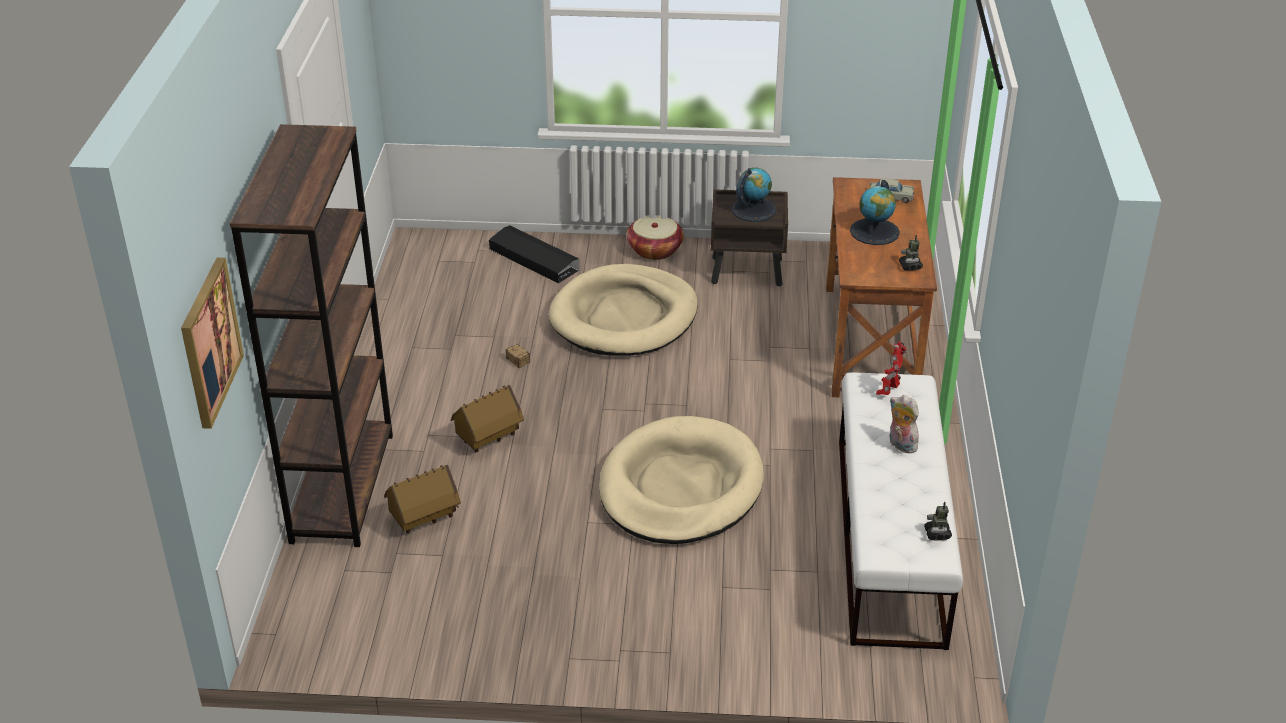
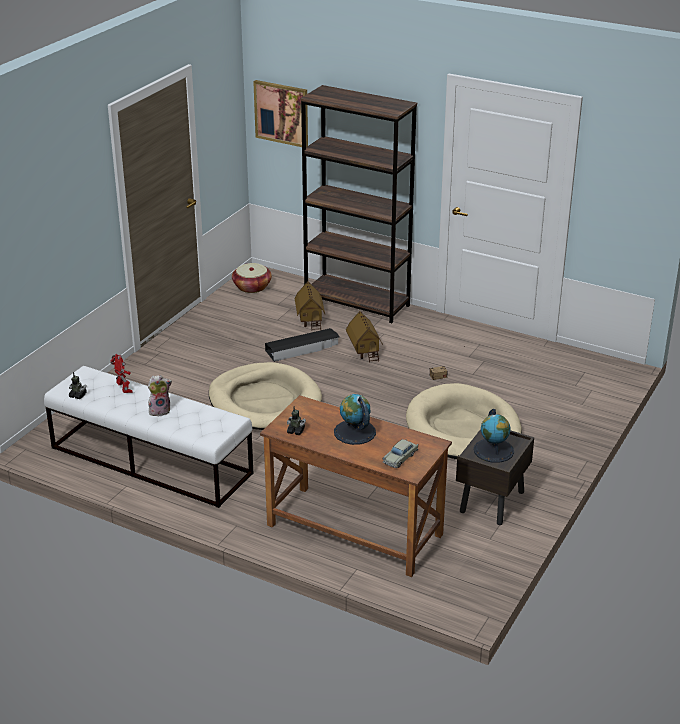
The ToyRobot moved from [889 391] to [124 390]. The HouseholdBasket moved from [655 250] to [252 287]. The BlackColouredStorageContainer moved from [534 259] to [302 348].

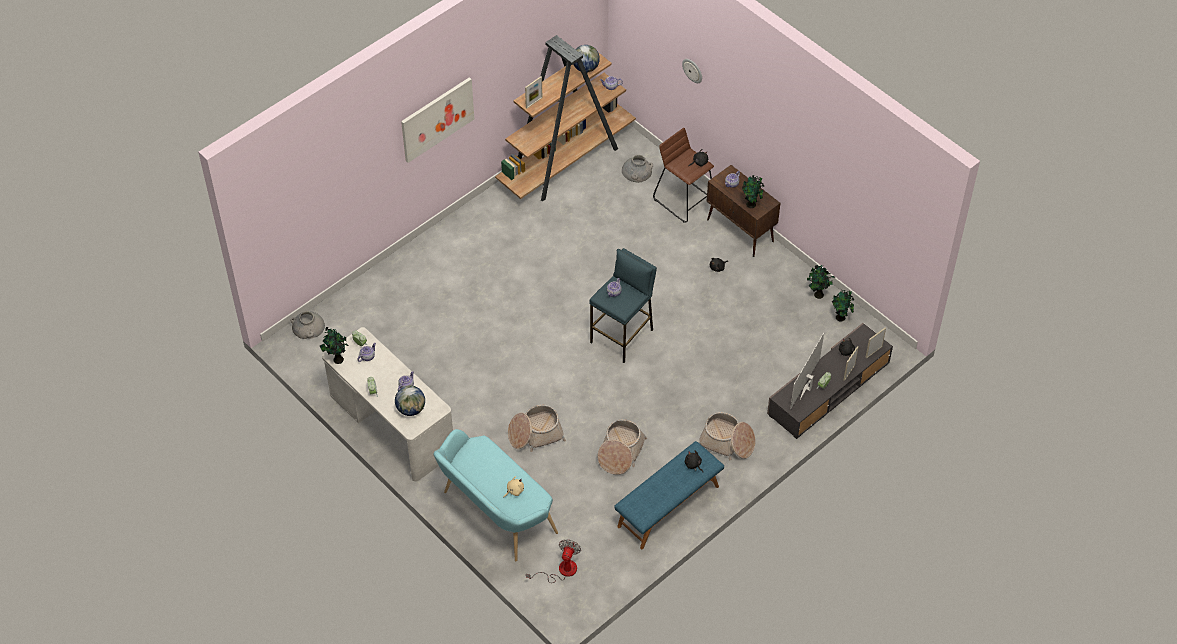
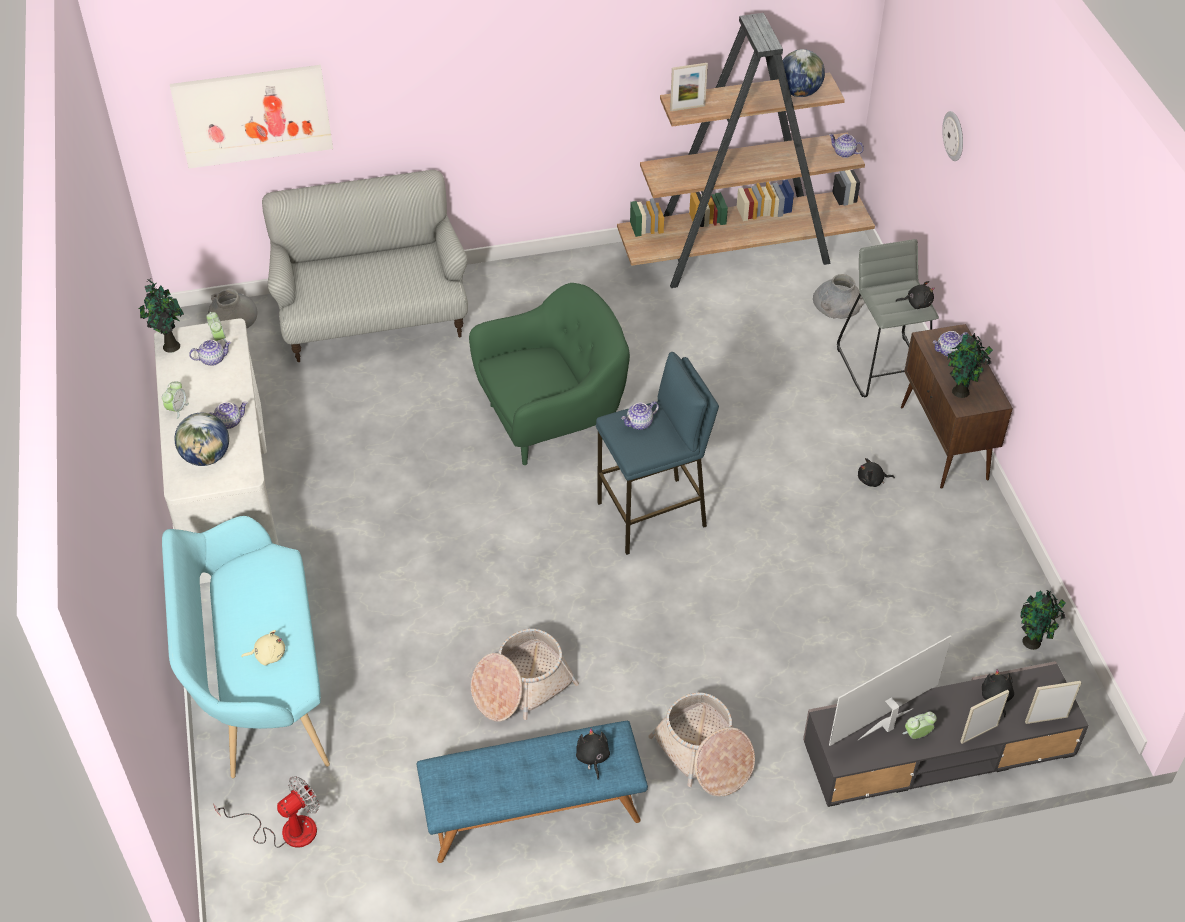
The WallPicture moved from [437 119] to [253 115]. The Sofa at [373 318] appeared. The GreenColouredLoungeChair at [552 420] appeared. The BrownSittingStool at [684 199] became the GraySittingStool at [884 366]. The HouseholdBasket at [535 434] disappeared. The PottedPlant at [818 295] disappeared.

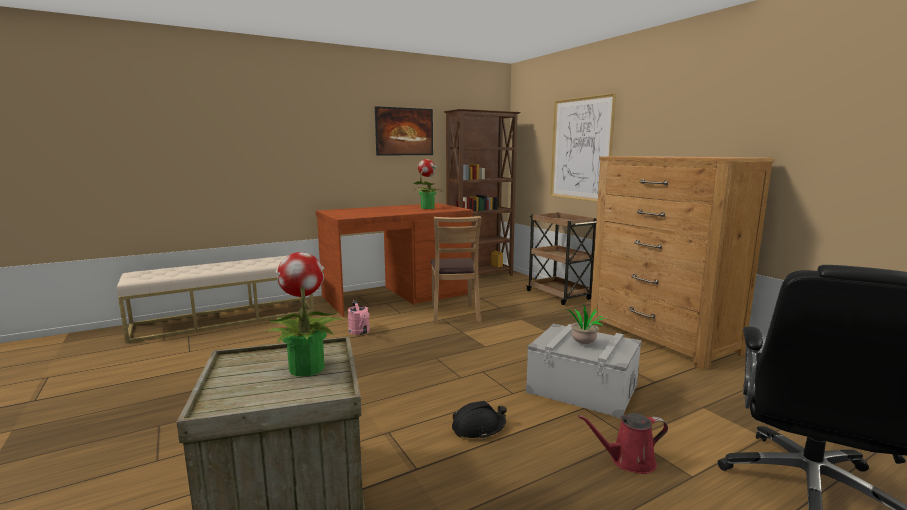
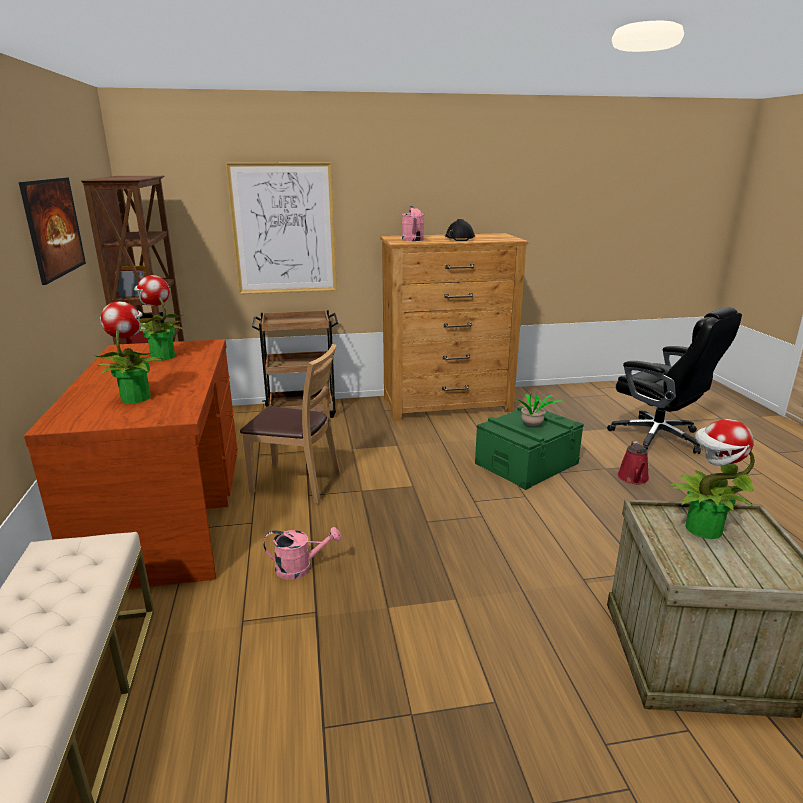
The PottedPlant at [135 397] appeared. The PinkColouredWateringCan at [413 240] appeared. The BlackColouredHardHat moved from [478 428] to [459 239]. The GrayStorageContainer at [582 388] became the GreenColouredStorageContainer at [526 463].

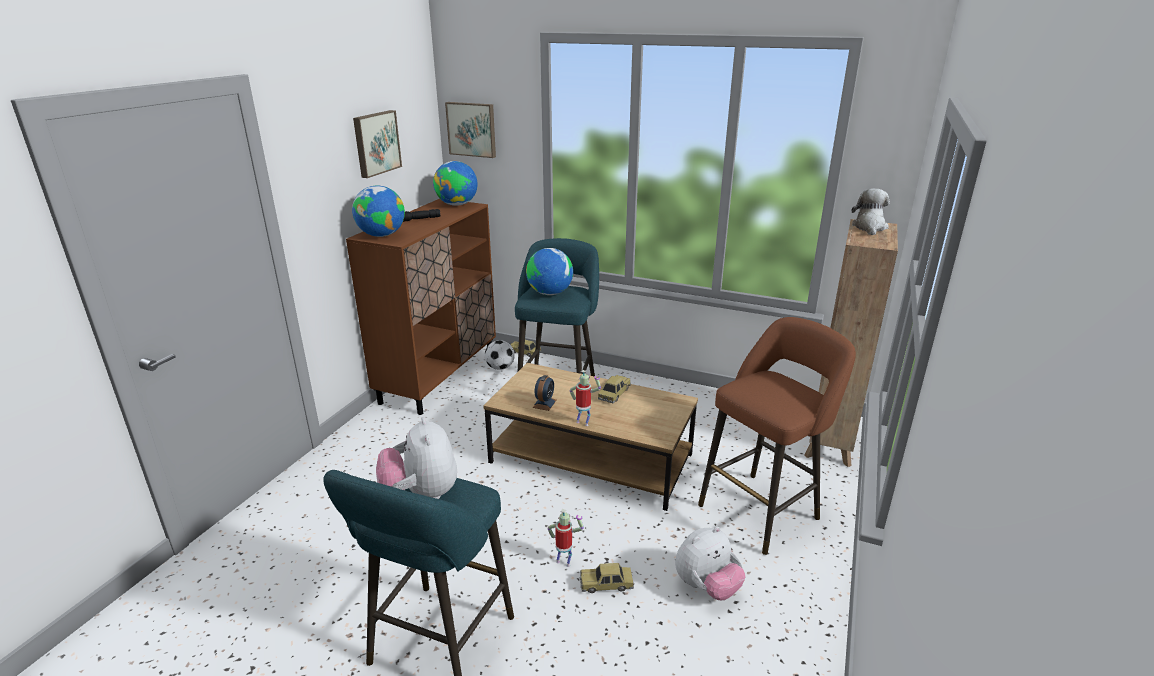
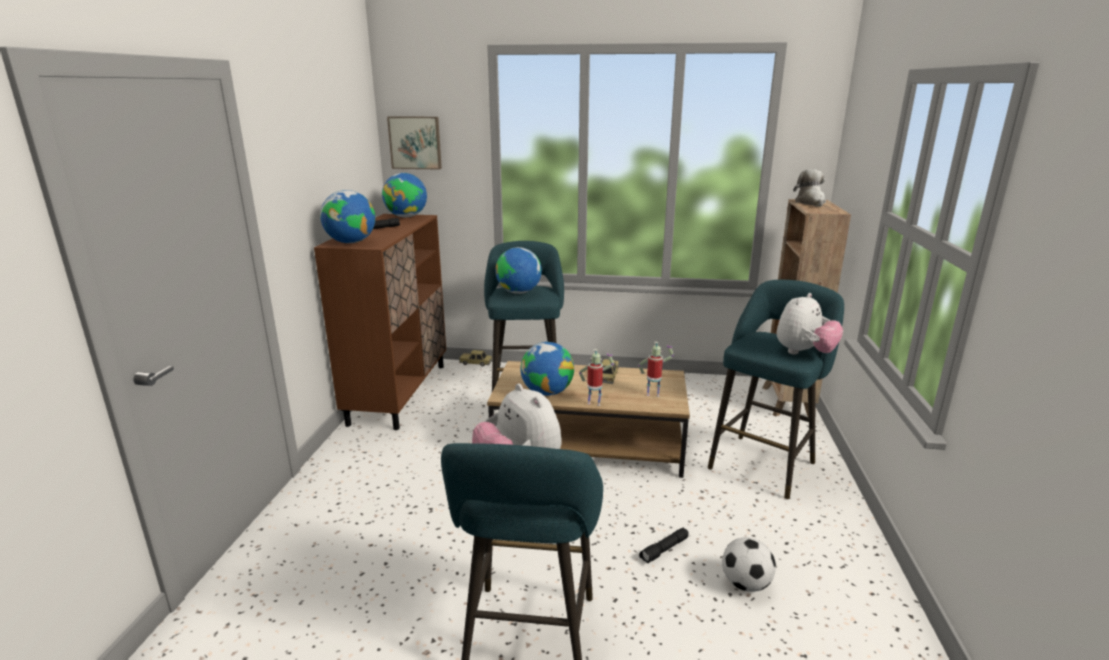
The TableClock at [544 403] was replaced by the Globe at [547 392]. The ToyRobot moved from [564 562] to [653 394]. The ToyCar at [606 584] was replaced by the BlackColouredTorch at [664 550]. The BrownSittingStool at [763 509] became the BlueGreenSittingStool at [764 462]. The FootballBall moved from [500 368] to [746 584]. The CuddlyToy moved from [706 587] to [804 353]. The WallPicture at [376 143] disappeared.

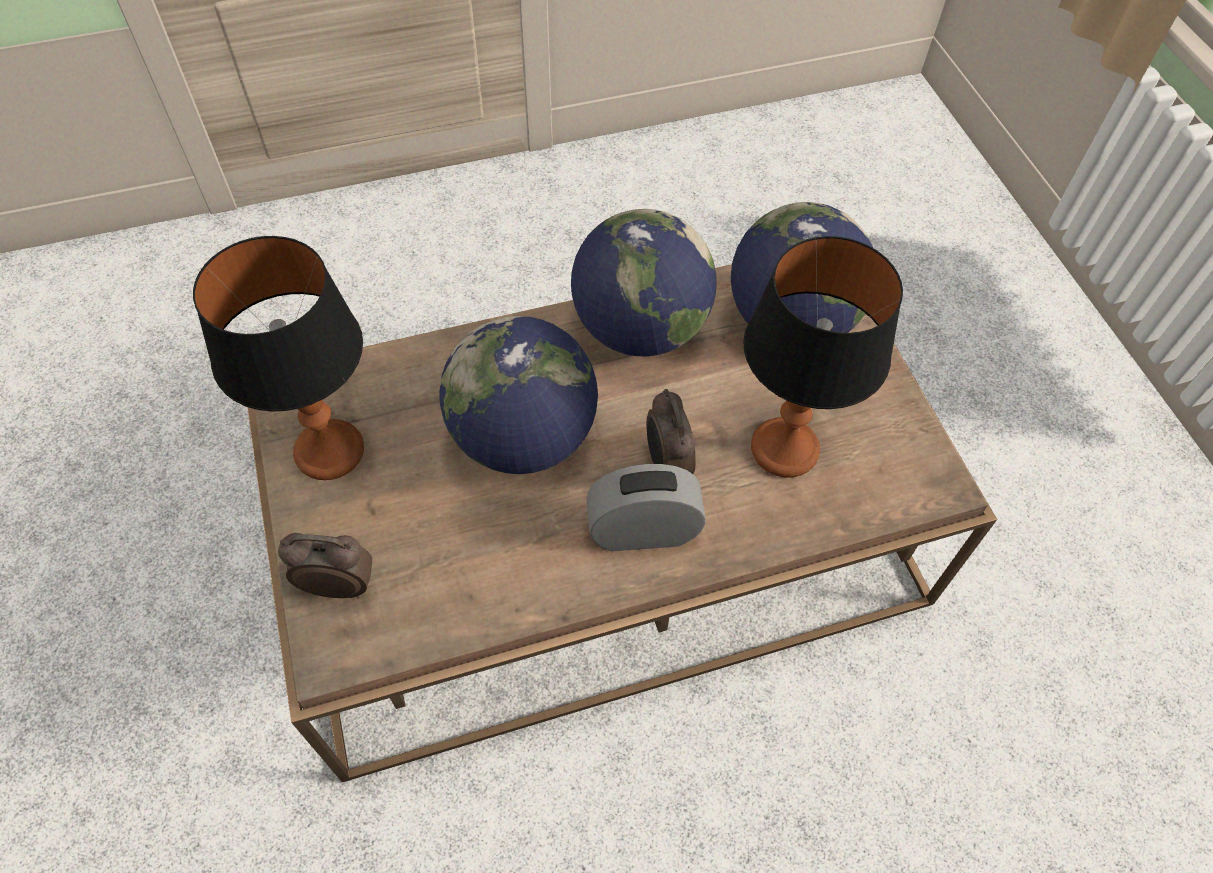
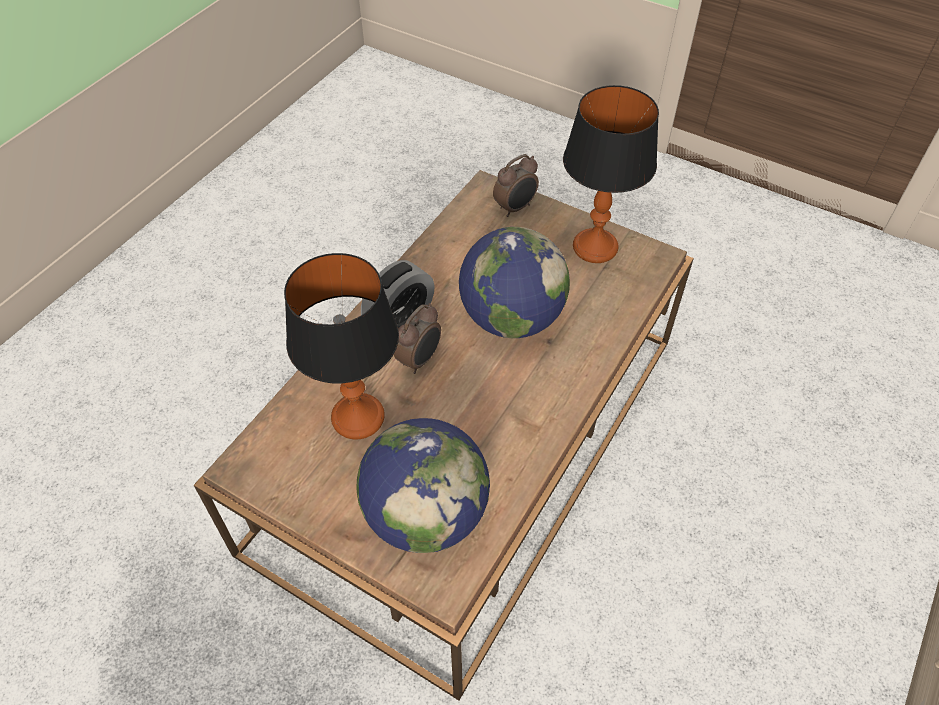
The TableClock at [666 464] turned 90 degrees clockwise. The Globe at [639 329] disappeared.

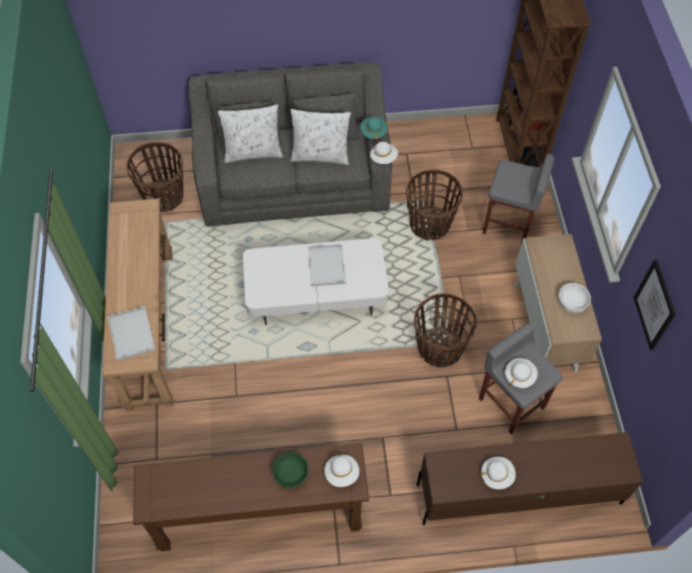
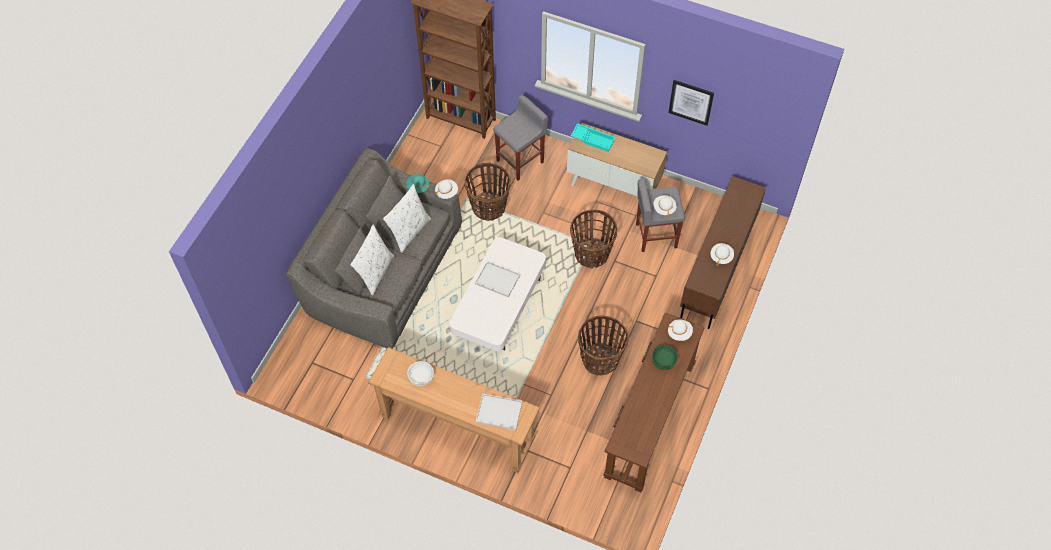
The WhiteColouredDeepDish moved from [571 303] to [421 377]. The BlueGreenServingTray at [593 139] appeared. The HouseholdBasket moved from [164 196] to [600 359].

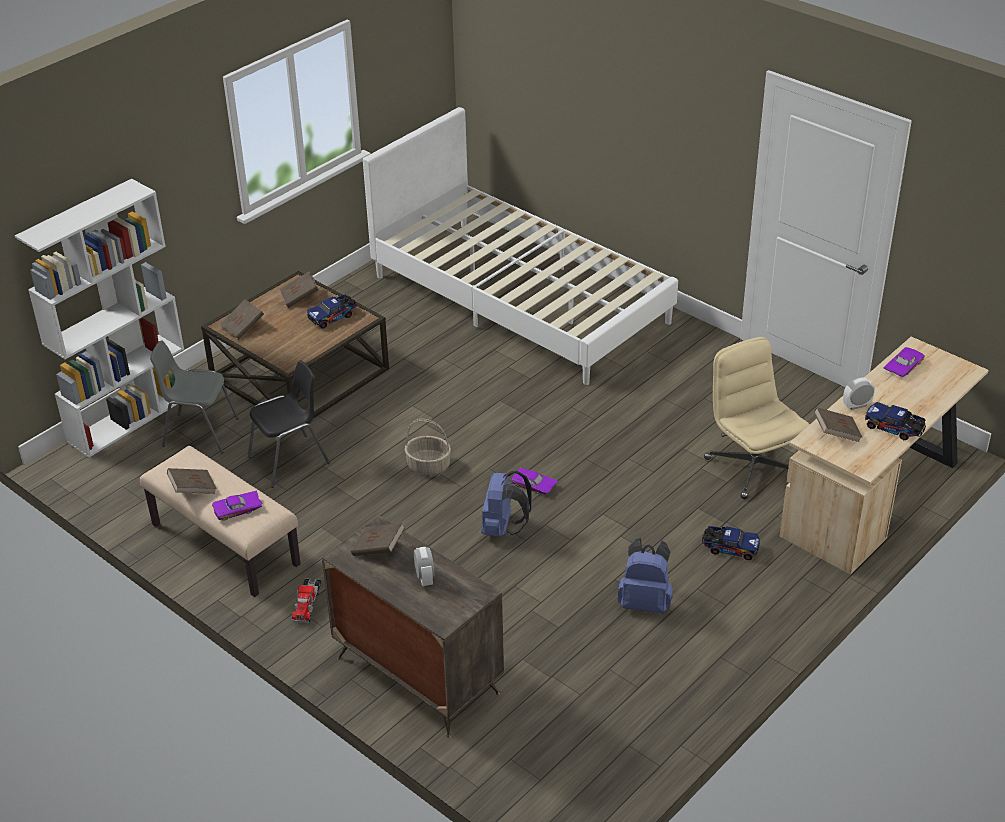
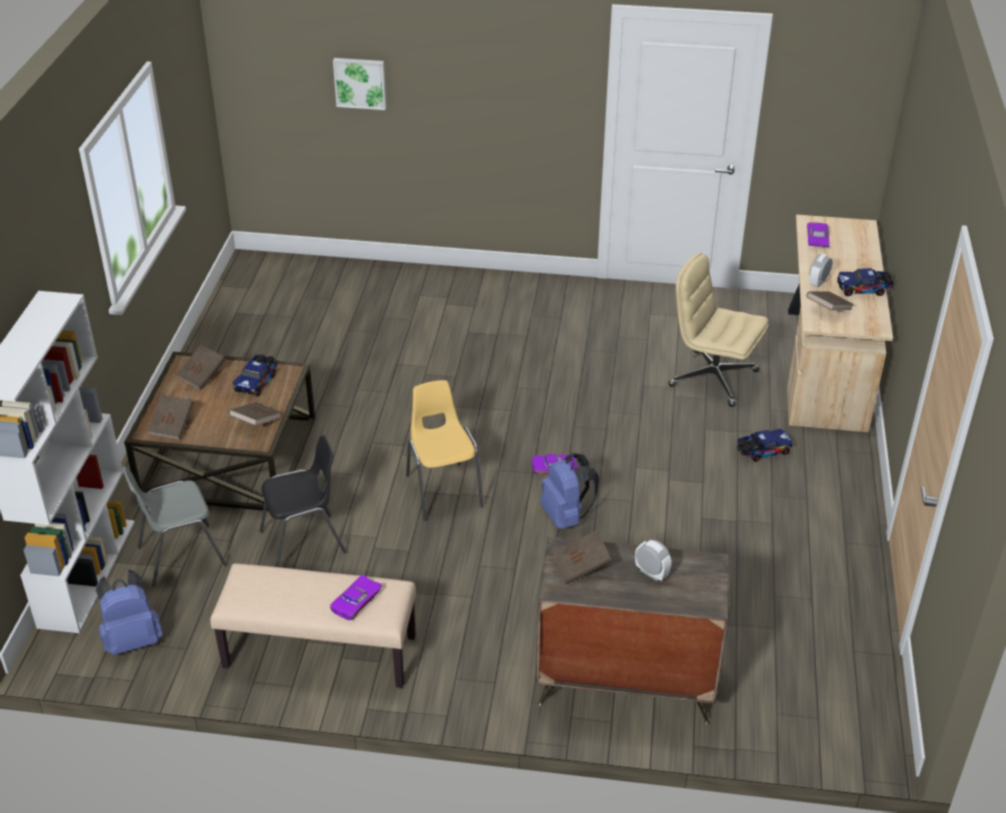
The BlueColouredKnapsack moved from [645 602] to [133 639]. The BrownBook moved from [193 489] to [256 422]. The BlackColouredUprightChair at [290 460] turned 45 degrees clockwise. The WallPicture at [360 82] appeared. The HouseholdBasket at [429 465] was replaced by the YellowColouredUprightChair at [443 490]. The ModelTruck at [307 603] disappeared. The WhiteColouredBedroomBed at [520 298] disappeared.

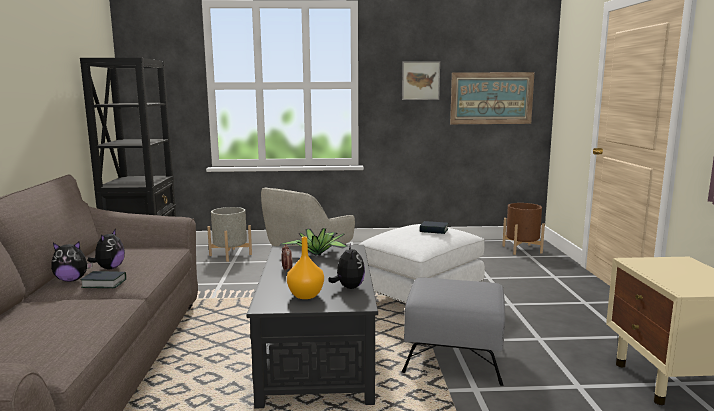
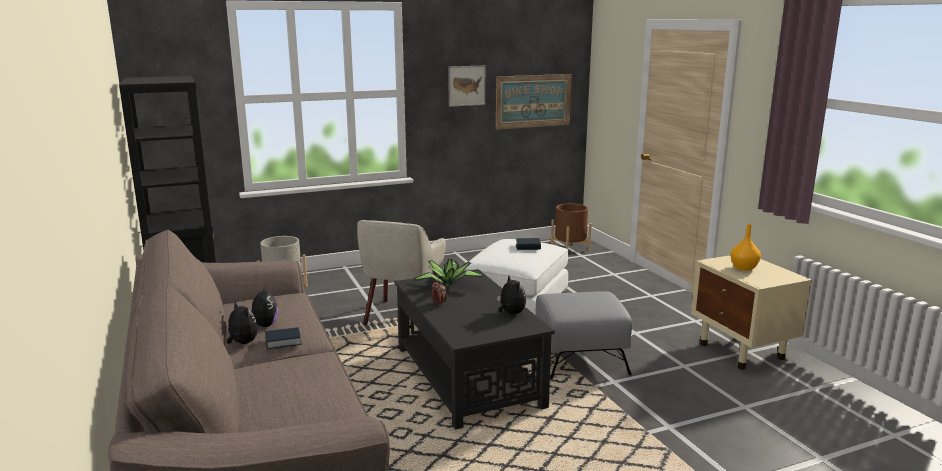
The CuddlyToy at [72 280] turned 105 degrees counterclockwise. The OrangeVase moved from [305 295] to [743 268].

